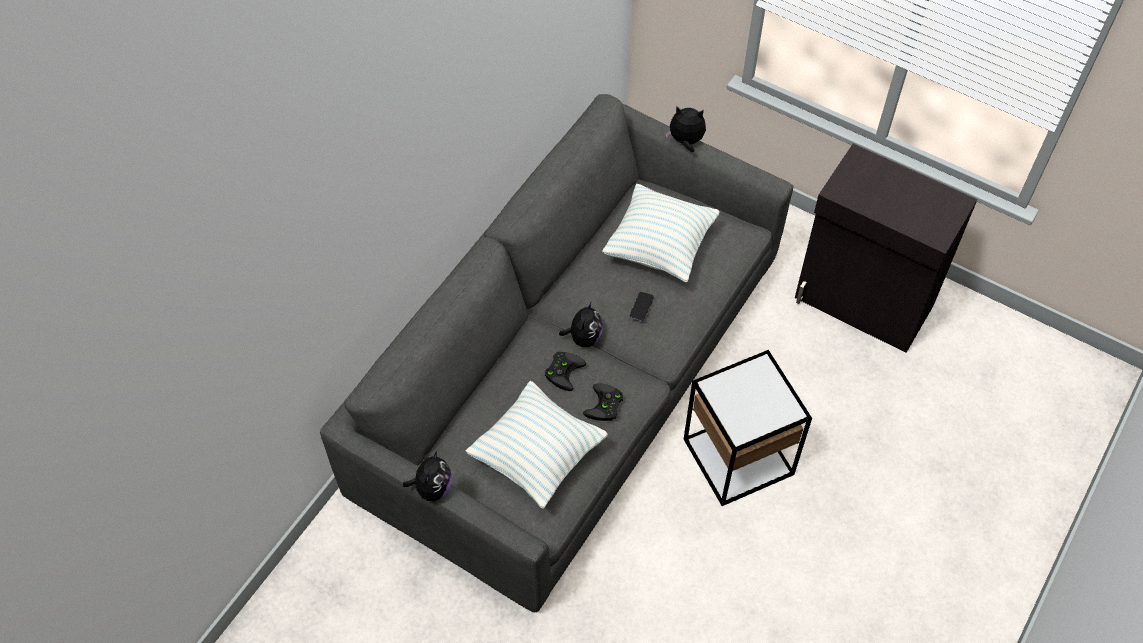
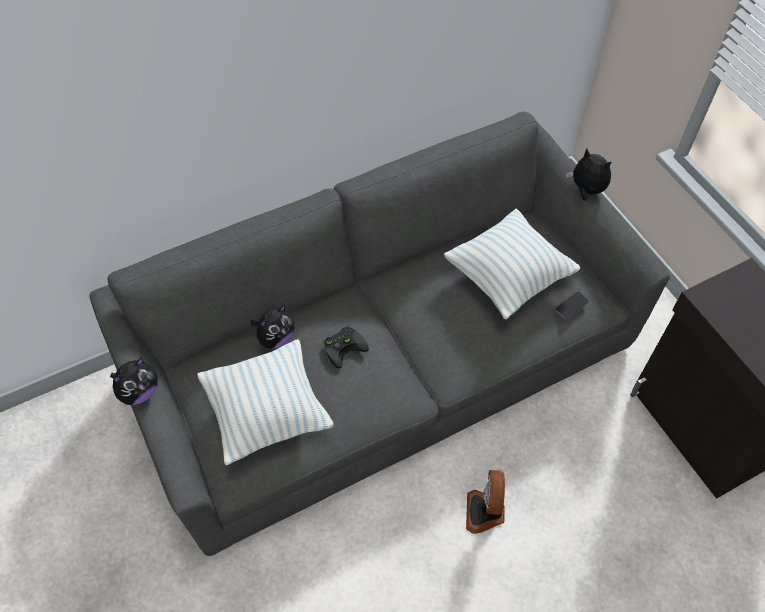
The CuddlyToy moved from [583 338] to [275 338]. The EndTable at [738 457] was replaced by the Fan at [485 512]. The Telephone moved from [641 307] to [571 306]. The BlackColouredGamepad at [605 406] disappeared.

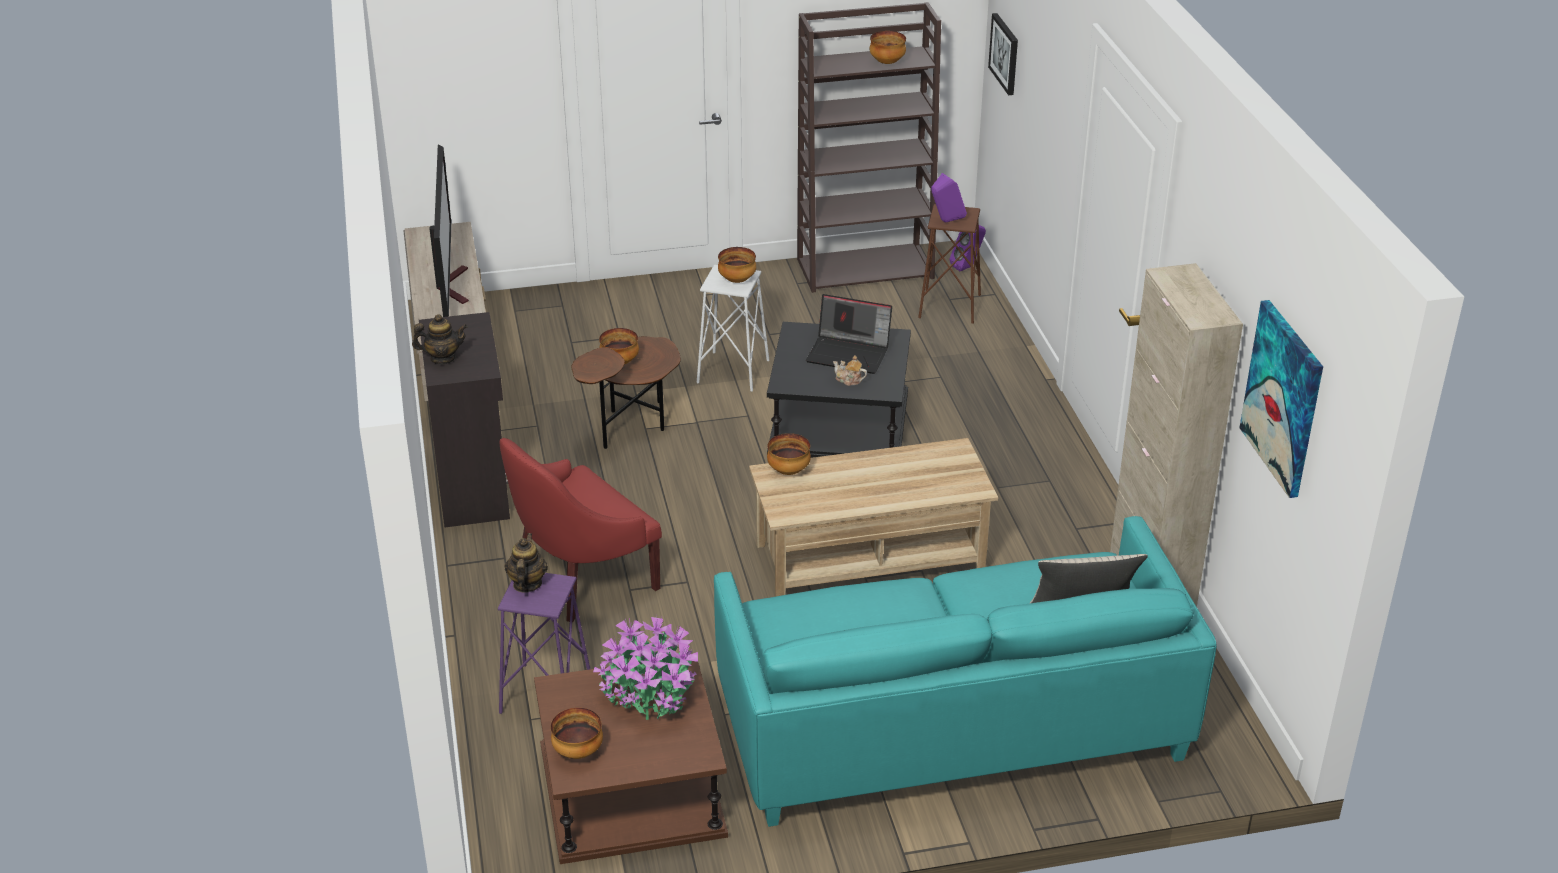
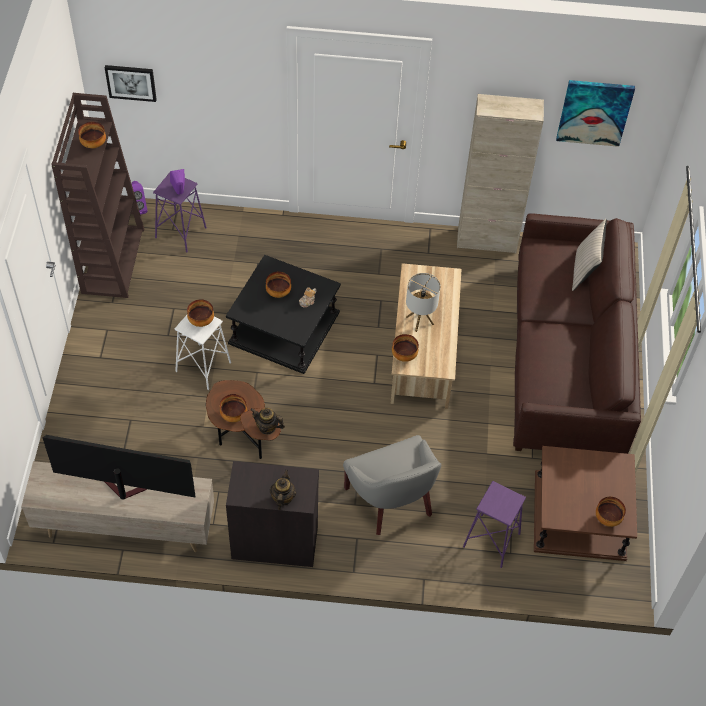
The BrownSittingStool at [949 306] became the PurplishSittingStool at [181 232]. The TeaPot moved from [527 584] to [267 427]. The PortableComputer at [849 353] was replaced by the DeepDish at [278 292]. The RedLoungeChair at [581 579] became the GrayLoungeChair at [392 501]. The TableLamp at [419 320] appeared. The BlueGreenSofa at [950 723] became the BrownSofa at [566 360]. The PottedPlant at [649 694] disappeared.

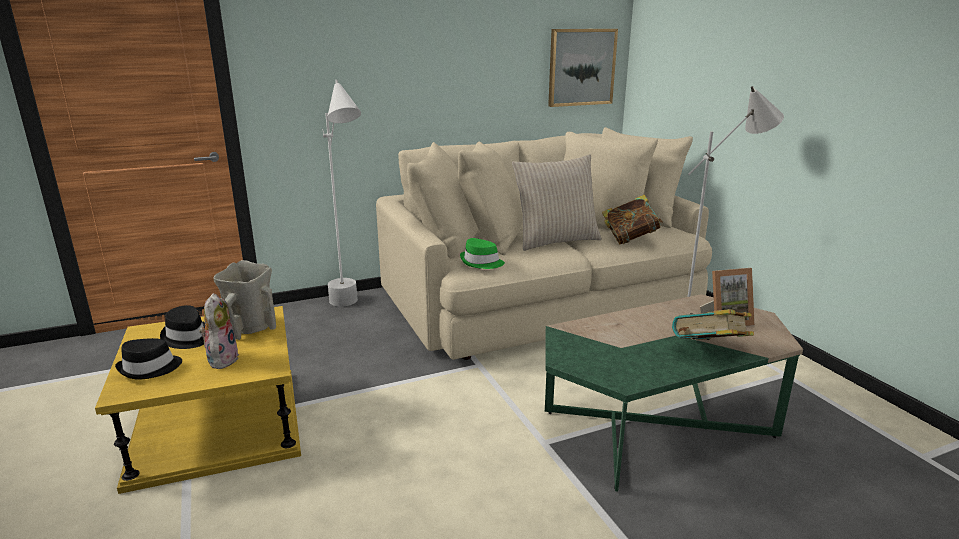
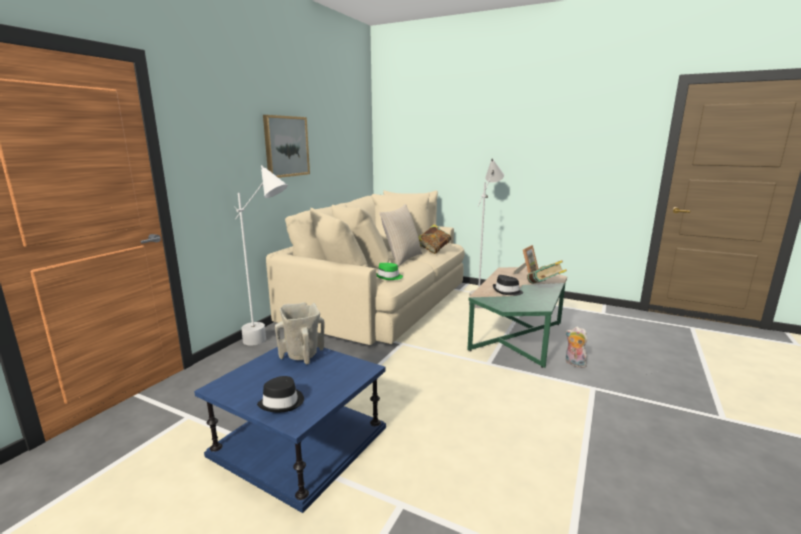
The YellowColouredEndTable at [217 425] became the BlueColouredEndTable at [299 441]. The WallPicture moved from [581 67] to [286 146]. The BlackColouredHat moved from [187 337] to [507 291]. The CuddlyToy moved from [222 359] to [574 363].

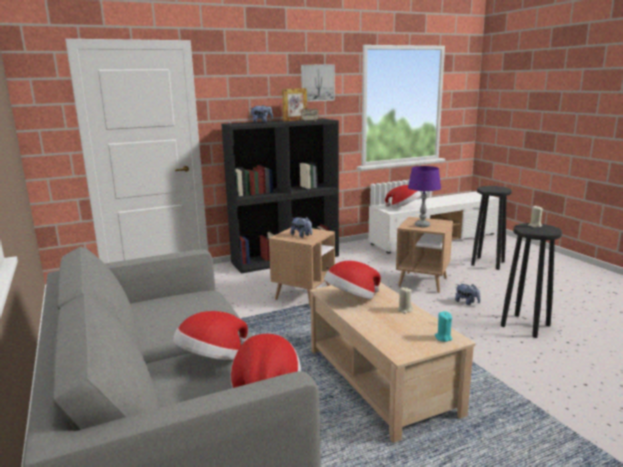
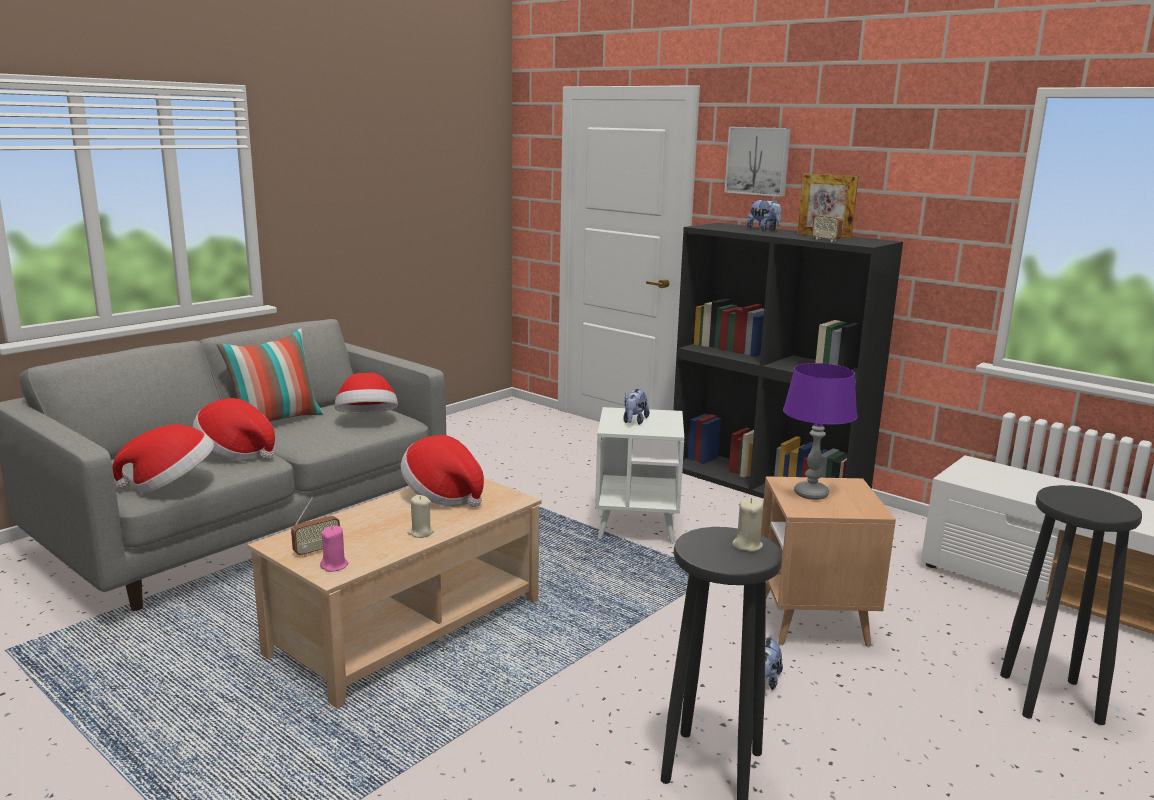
The ThrowPillow at [276 421] appeared. The RadioSet at [317 551] appeared. The BlueGreenCandle at [443 338] became the PinkColouredCandle at [334 566]. The Hat moved from [404 207] to [367 420]. The BrownEndTable at [303 295] became the WhiteColouredEndTable at [636 526]. The WallPicture moved from [317 83] to [758 161].

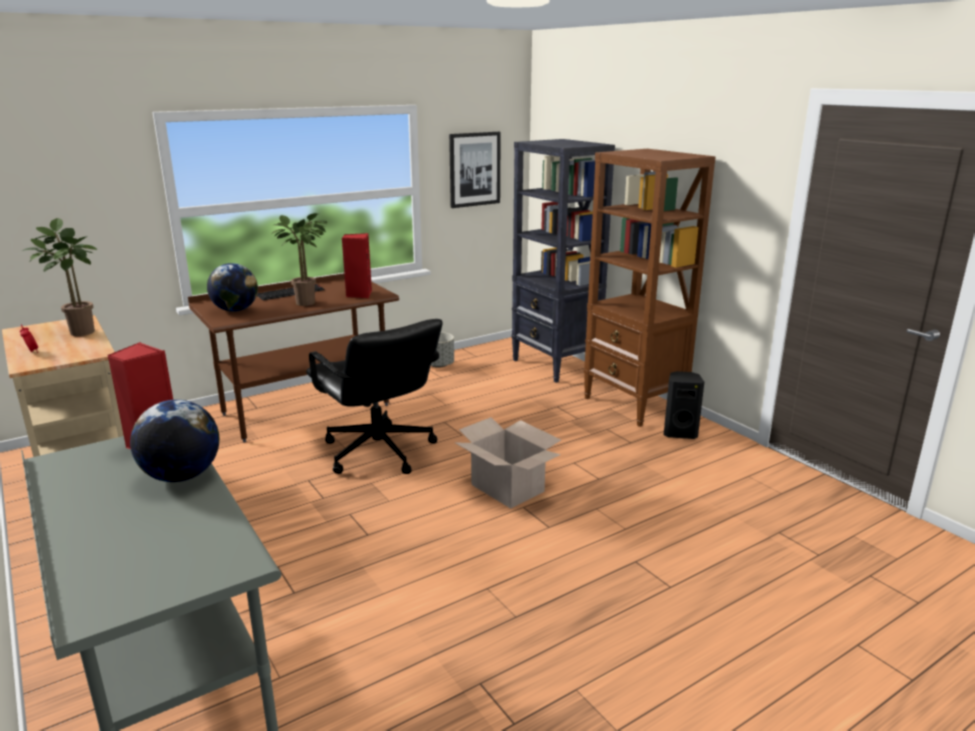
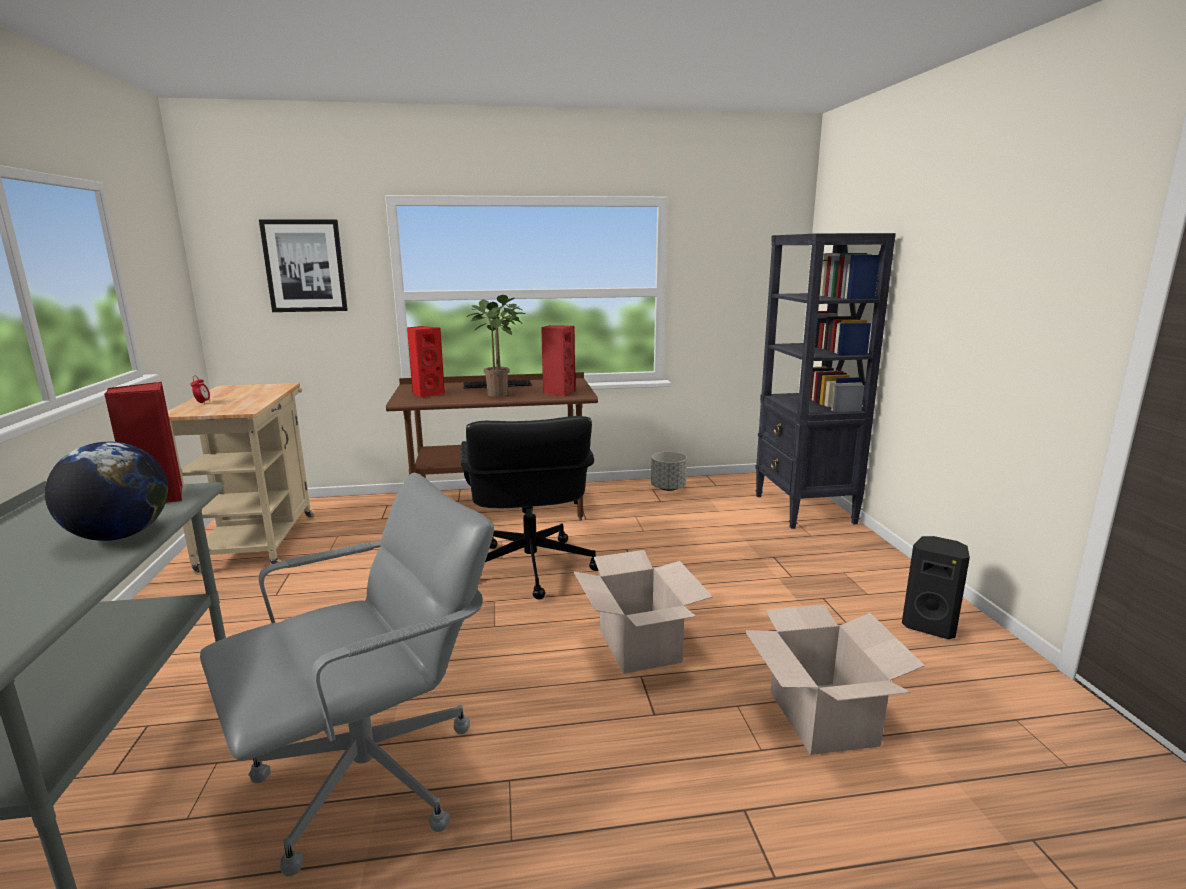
The GrayComputerChair at [371 778] appeared. The WallPicture moved from [474 169] to [305 266]. The Globe at [235 310] was replaced by the RedAudioSpeaker at [427 393]. The CardboardBox at [823 718] appeared. The PottedPlant at [78 332] disappeared. The BrownBookcase at [634 405] disappeared.

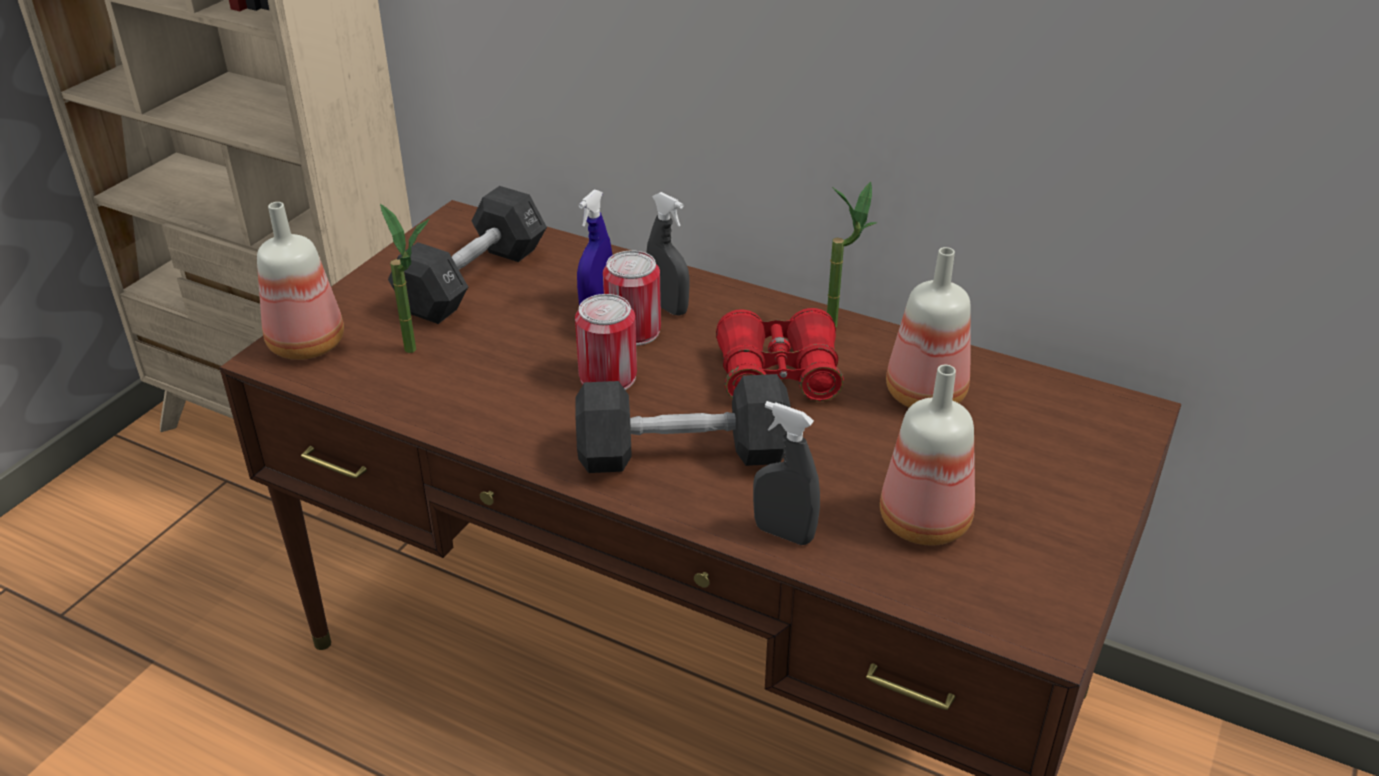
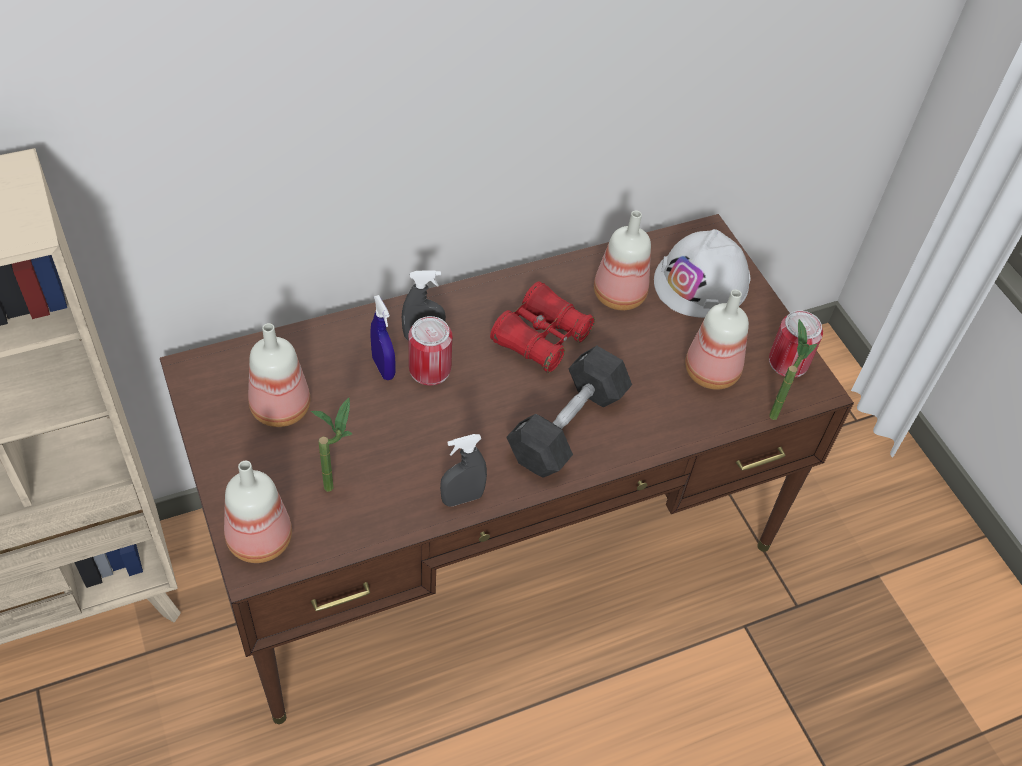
The BlackColouredDumbbell at [473 280] was replaced by the BeverageBottle at [282 408]. The GraySprayBottle moved from [783 533] to [462 498]. The WhiteColouredHardHat at [701 283] appeared. The SealedCan moved from [608 377] to [788 362]. The PottedPlant moved from [841 323] to [774 409].

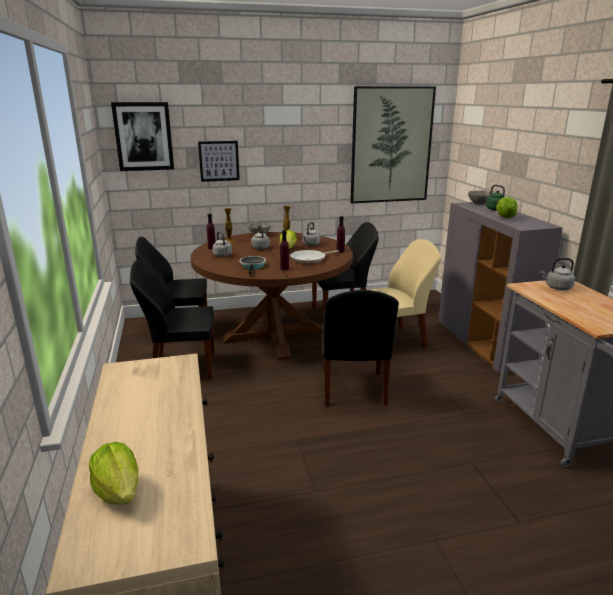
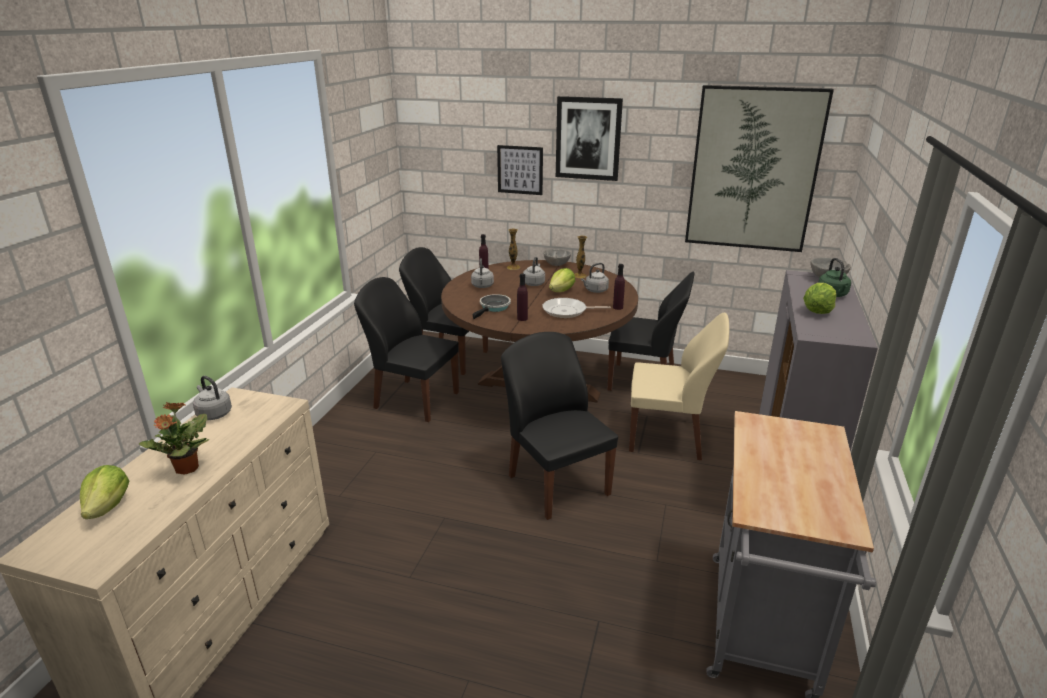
The PottedPlant at [186 469] appeared. The GrayTeaKettle moved from [557 288] to [213 413]. The BlackColouredUprightChair at [353 390] turned 120 degrees clockwise. The WallPicture moved from [143 136] to [588 138].

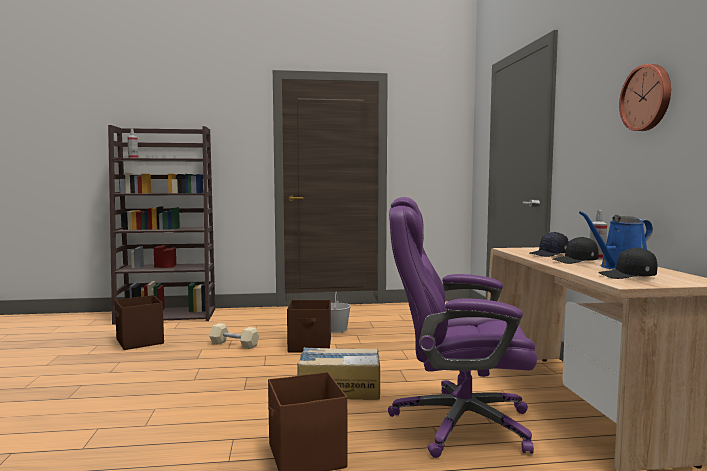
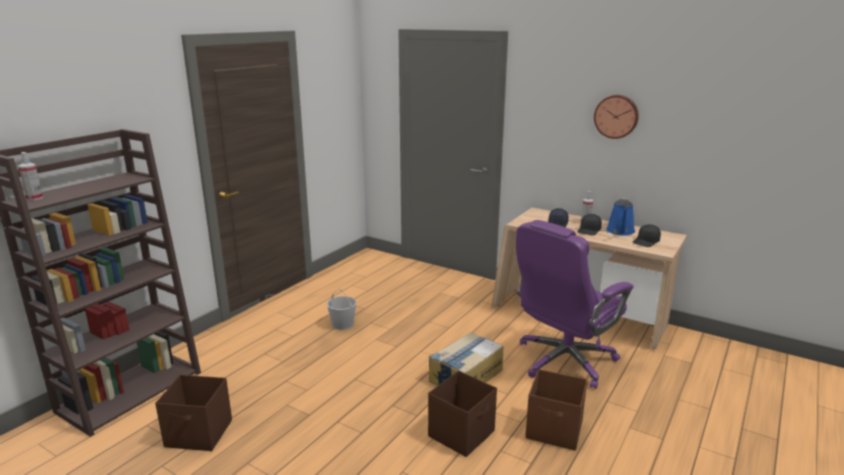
The BrownStorageContainer moved from [310 346] to [462 433]. The BeigeColouredDumbbell at [234 344] disappeared.

